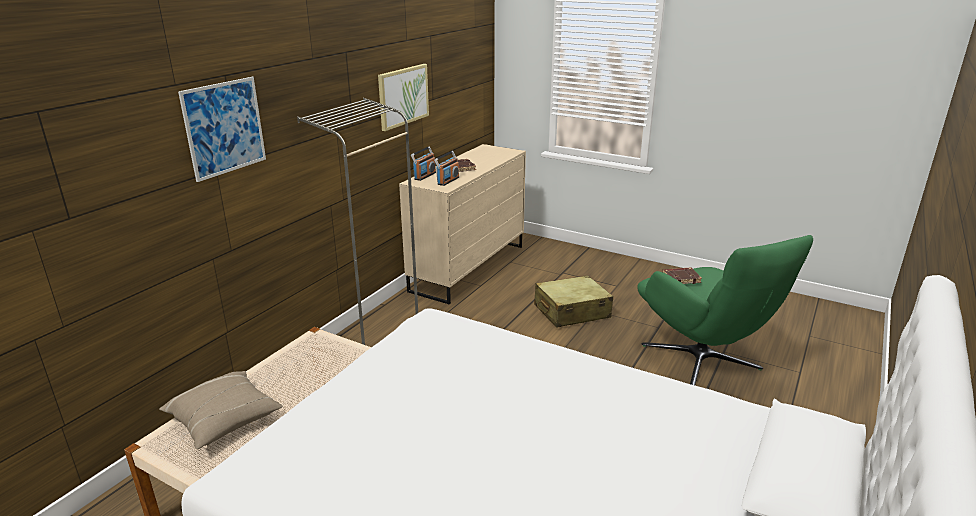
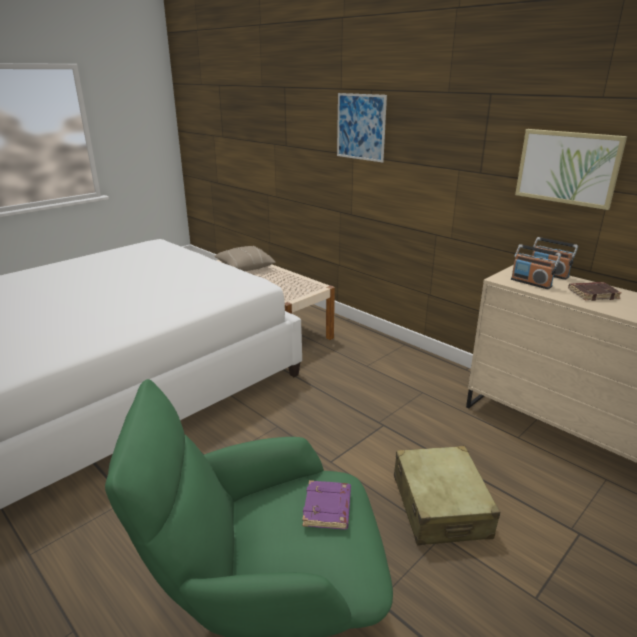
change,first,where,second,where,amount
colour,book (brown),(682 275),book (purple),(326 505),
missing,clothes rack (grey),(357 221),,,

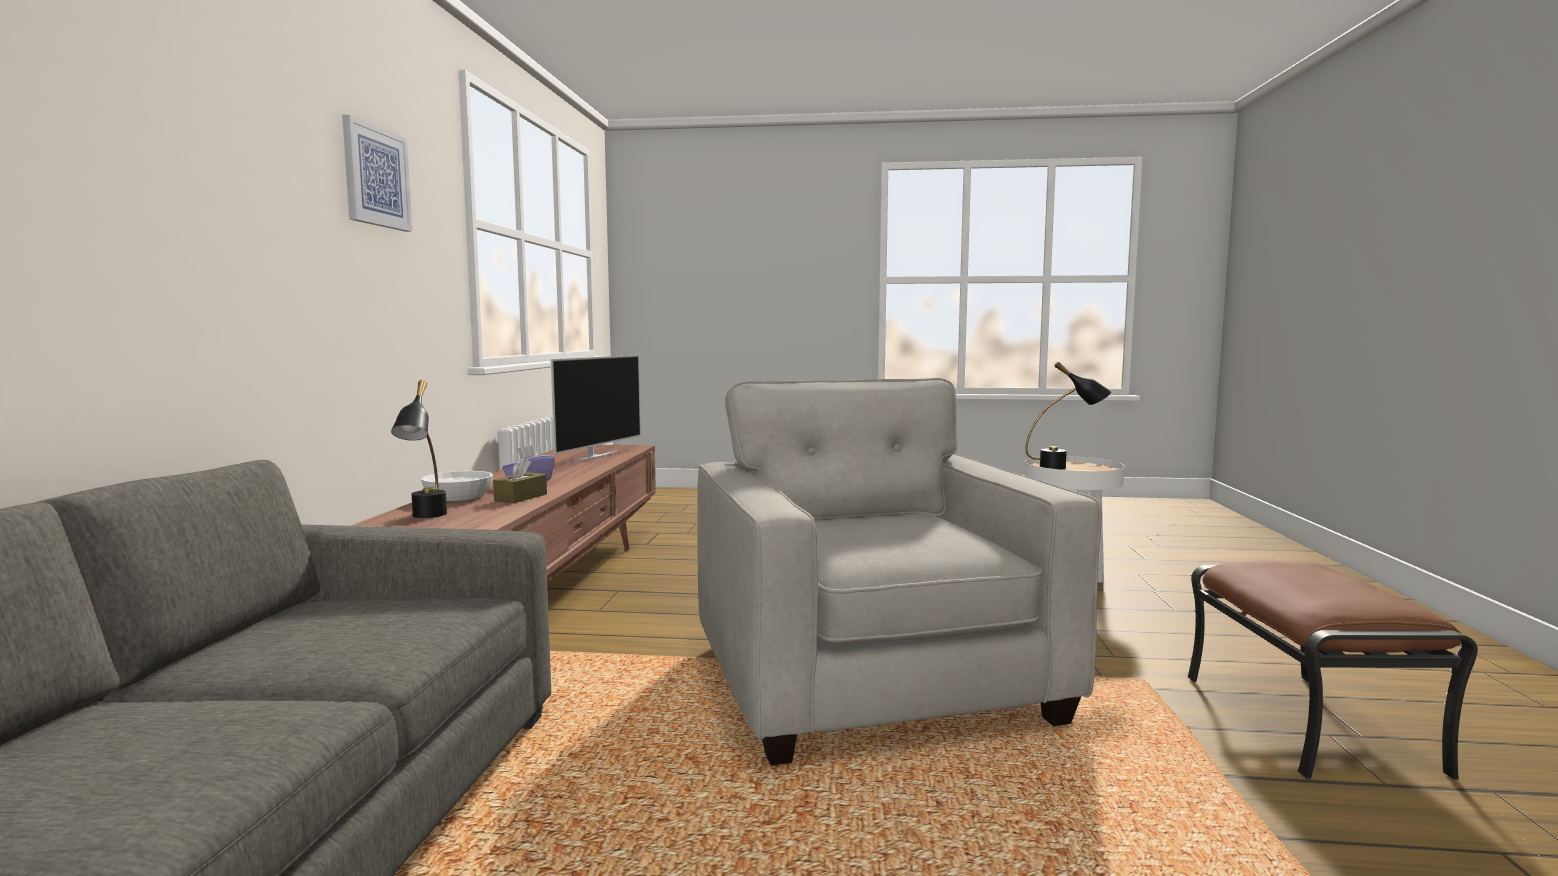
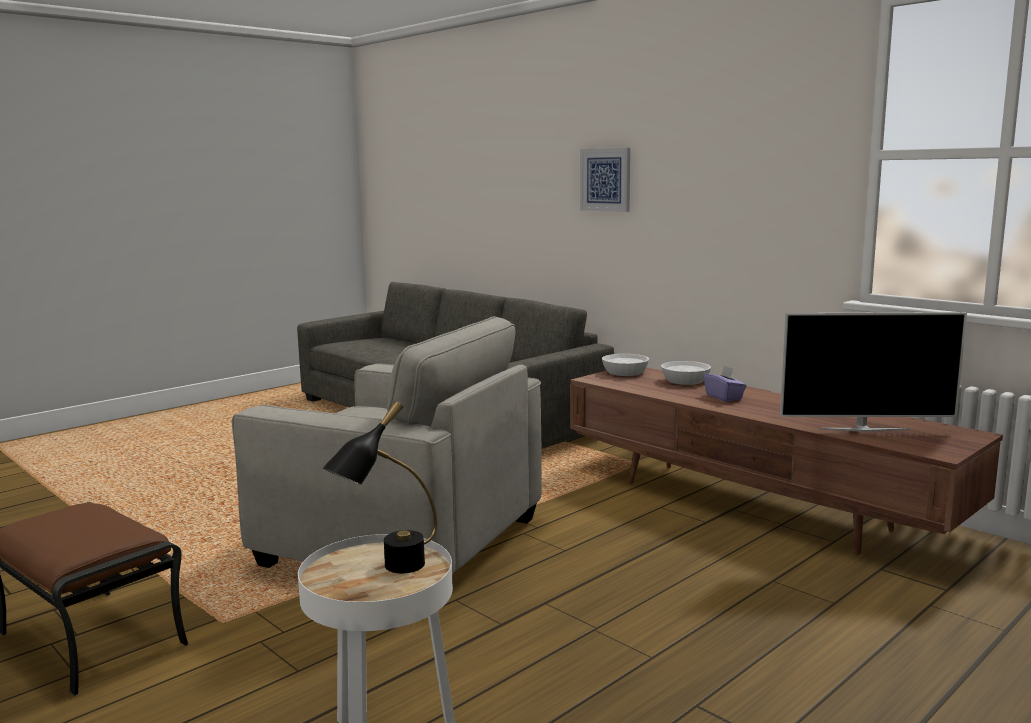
change,first,where,second,where,amount
relocated,picture,(377 173),,(605 180),
exchanged,table lamp (black),(419 449),bowl (white),(625 365),
spun,television,(596 408),,(873 372),60 degrees counterclockwise
missing,tissue box (brown),(520 480),,,

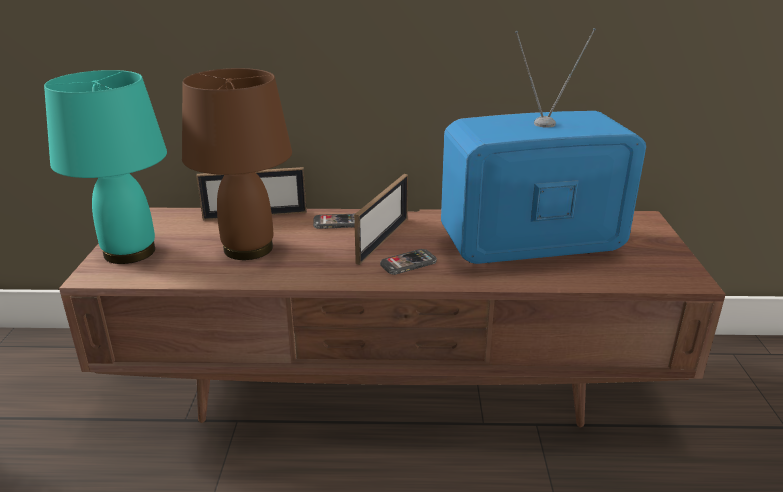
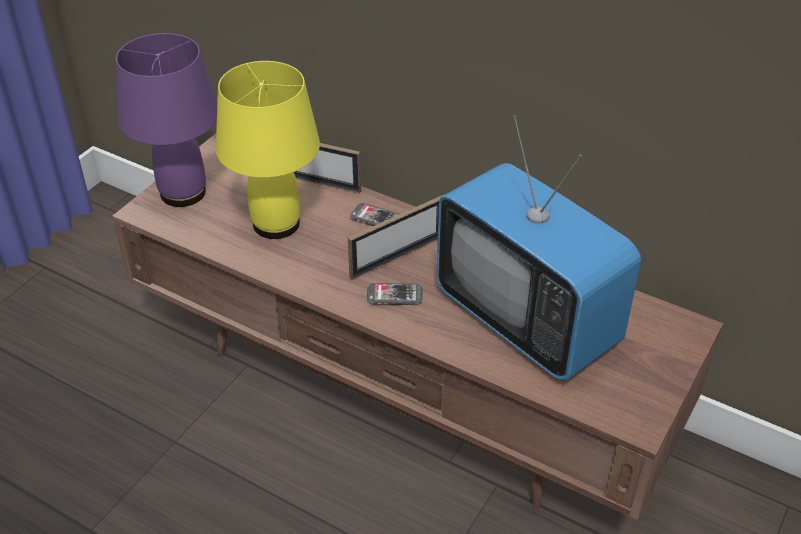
change,first,where,second,where,amount
colour,table lamp (turquoise),(105 167),table lamp (purple),(166 120),
colour,table lamp (brown),(237 164),table lamp (yellow),(268 150),
spun,television,(543 146),,(538 248),150 degrees counterclockwise

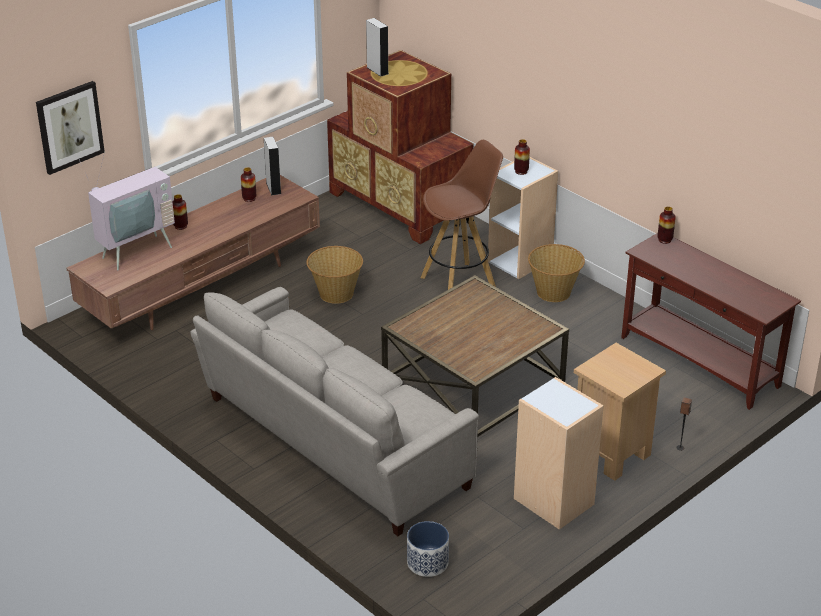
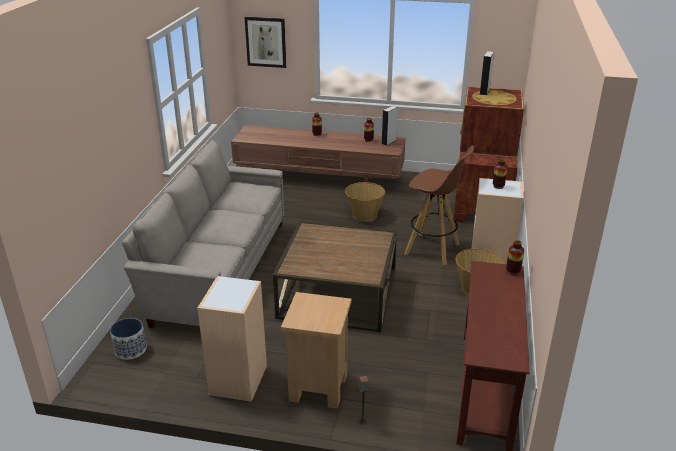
change,first,where,second,where,amount
missing,television,(127 210),,,

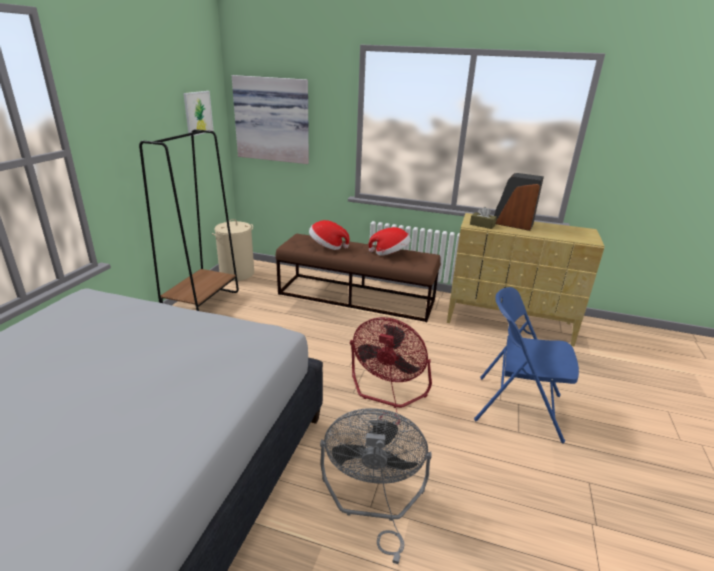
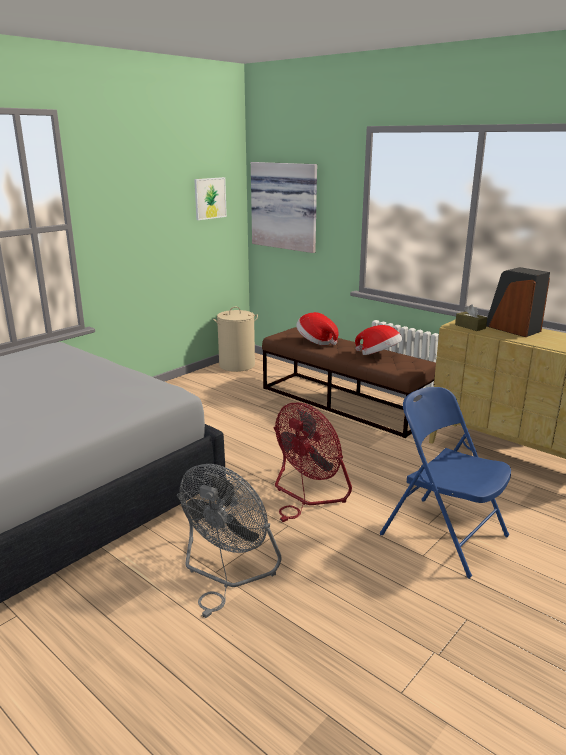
change,first,where,second,where,amount
missing,clothes rack,(189 220),,,

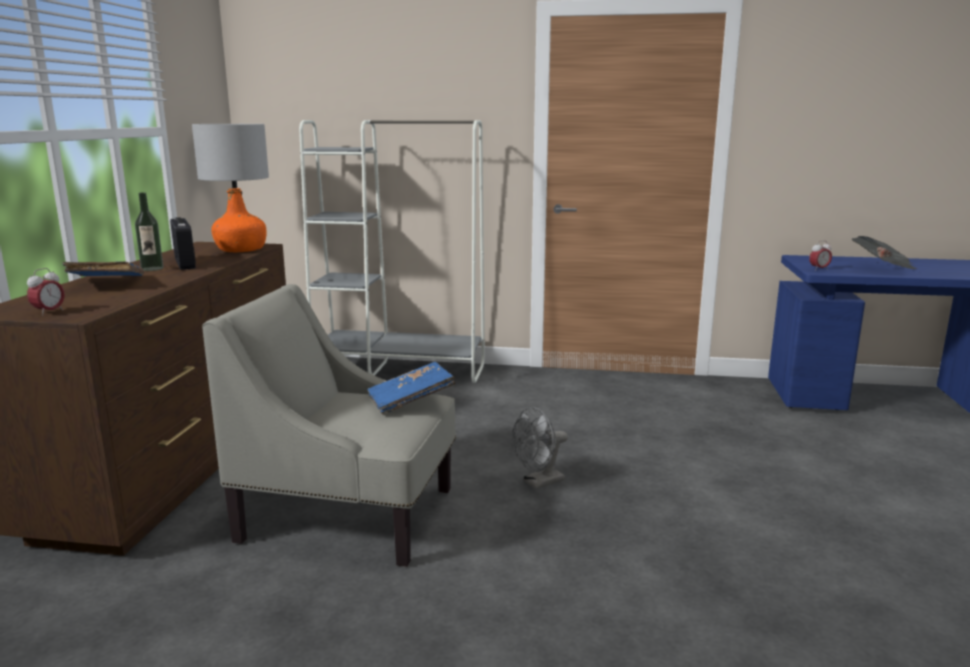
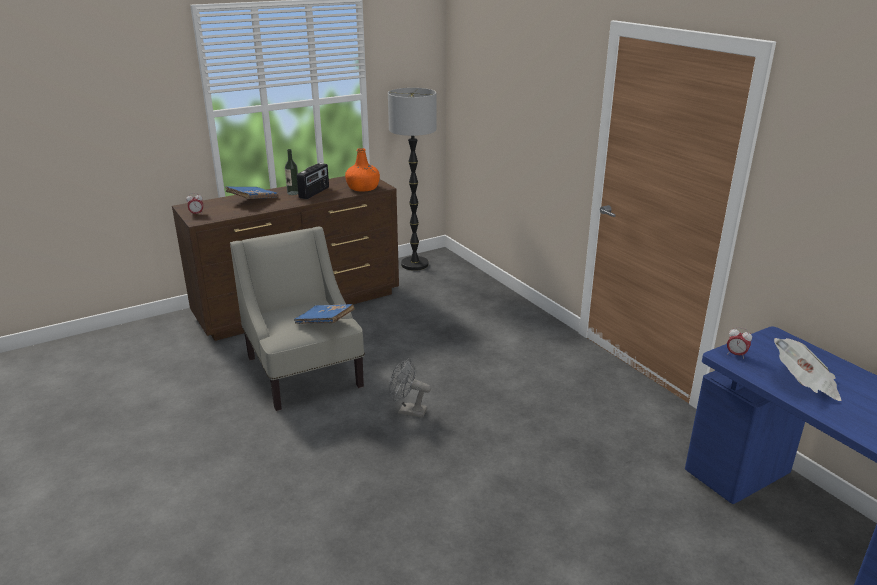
change,first,where,second,where,amount
missing,clothes rack (grey),(392 251),,,

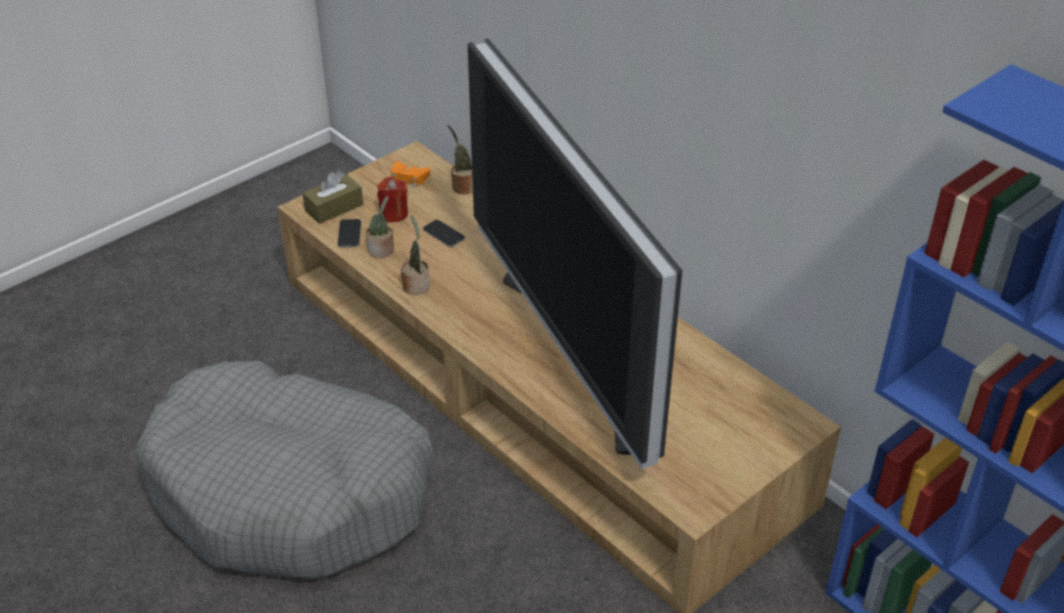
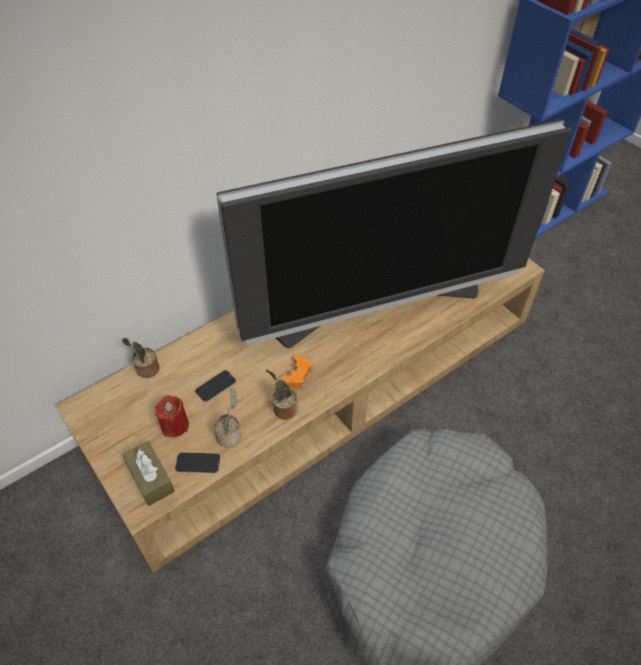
change,first,where,second,where,amount
relocated,game controller (orange),(411 174),,(297 372),

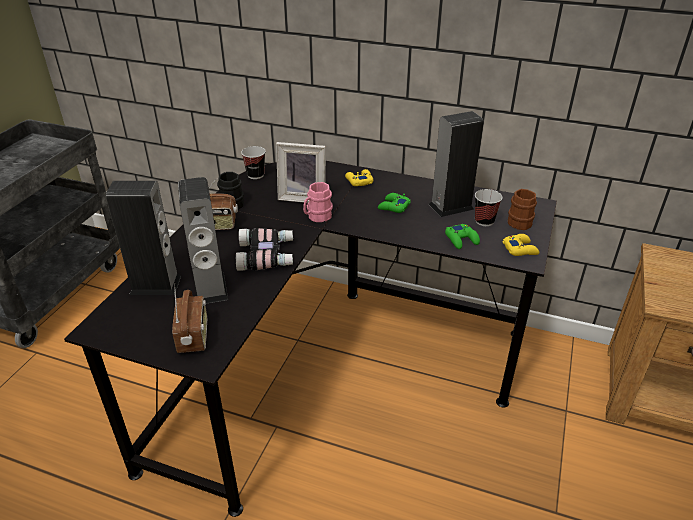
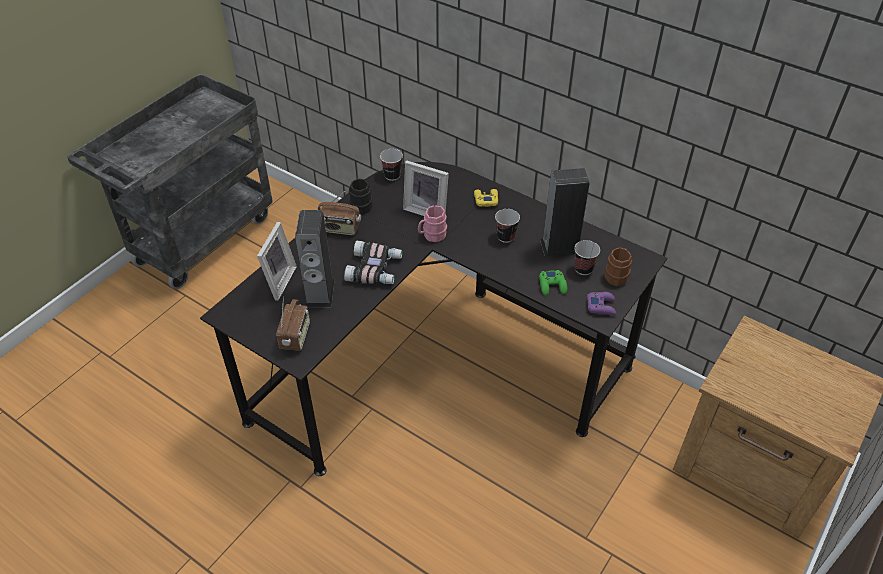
change,first,where,second,where,amount
exchanged,speaker,(143 238),picture frame,(277 261),
exchanged,game controller (green),(394 203),cup,(507 226),
colour,game controller (yellow),(520 245),game controller (purple),(601 303),

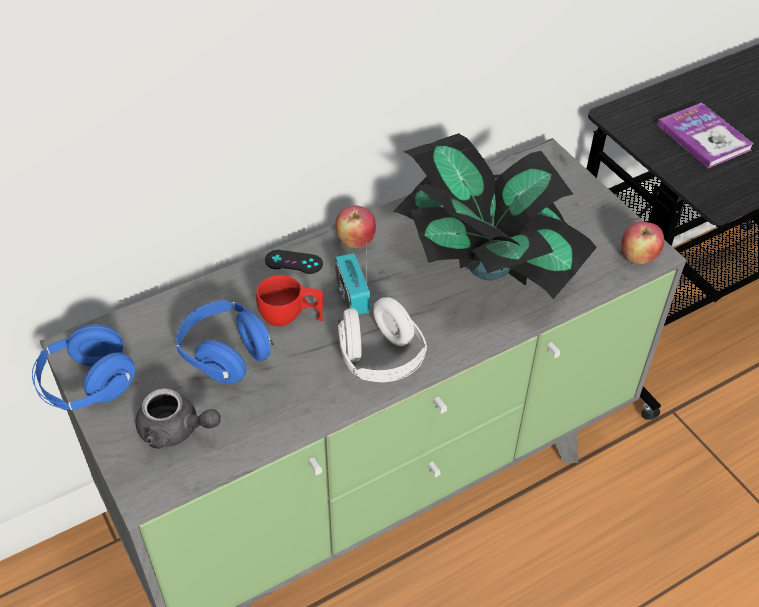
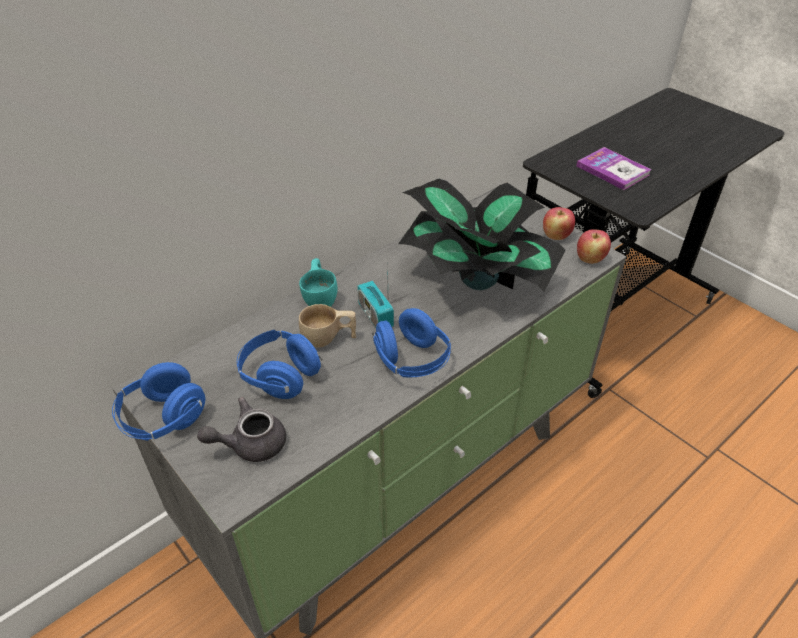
change,first,where,second,where,amount
spun,teapot (grey),(178 418),,(241 429),150 degrees clockwise
exchanged,game controller (black),(294 262),cup (turquoise),(318 282),
colour,cup (red),(289 300),cup (beige),(327 326),
colour,headphones (white),(382 339),headphones (blue),(411 342),
relocated,apple,(355 227),,(559 223),

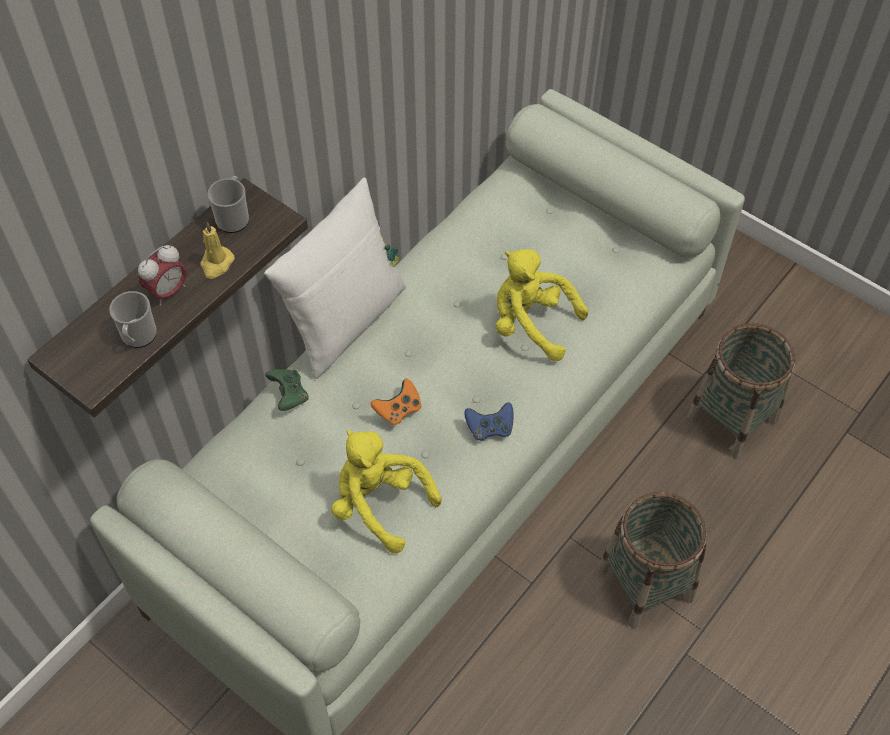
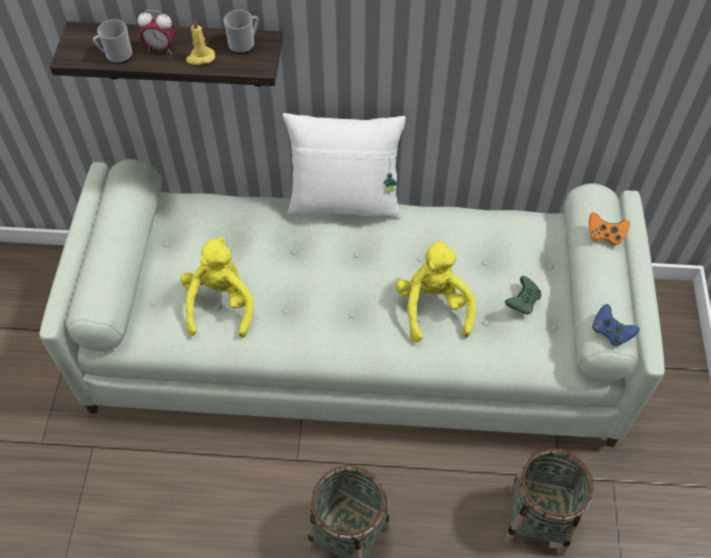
change,first,where,second,where,amount
relocated,game controller (green),(287 390),,(523 295),
relocated,game controller (orange),(396 402),,(609 228),
relocated,game controller (blue),(489 421),,(616 325),

